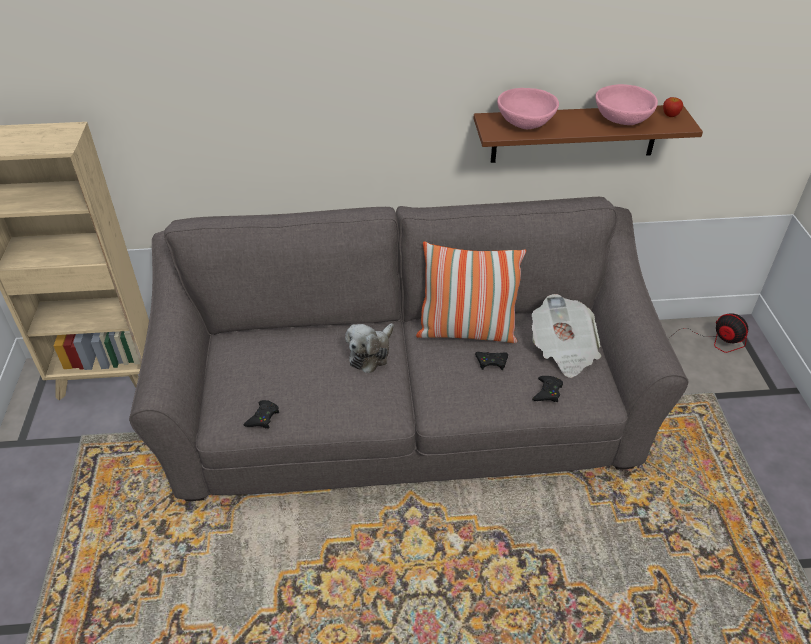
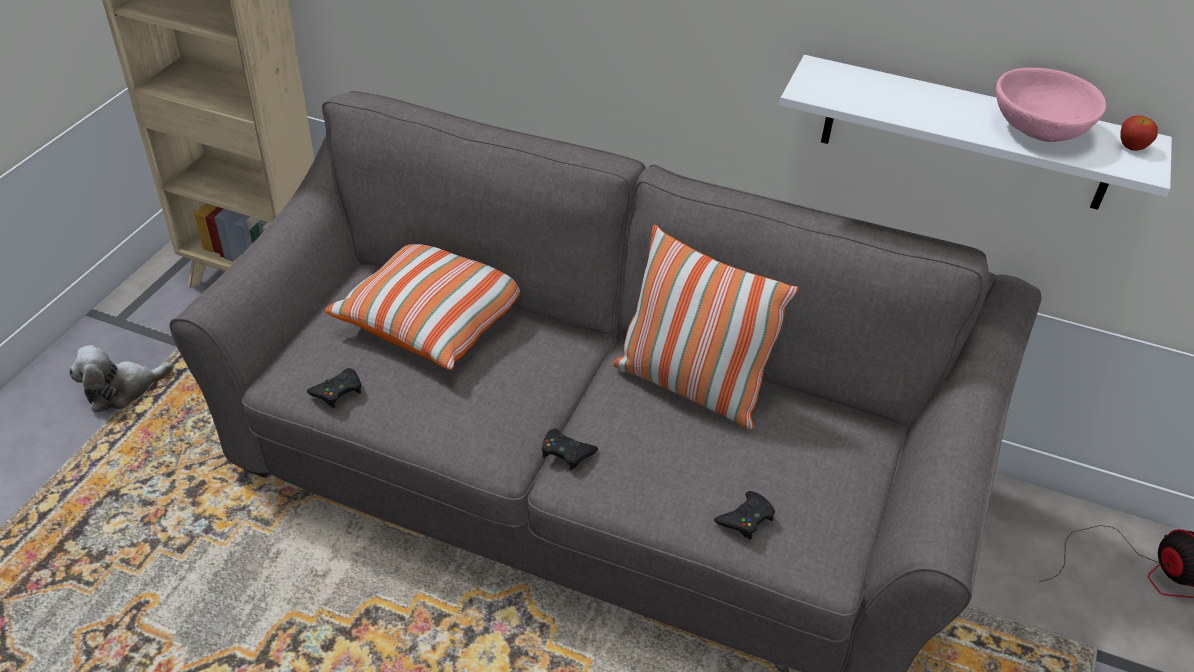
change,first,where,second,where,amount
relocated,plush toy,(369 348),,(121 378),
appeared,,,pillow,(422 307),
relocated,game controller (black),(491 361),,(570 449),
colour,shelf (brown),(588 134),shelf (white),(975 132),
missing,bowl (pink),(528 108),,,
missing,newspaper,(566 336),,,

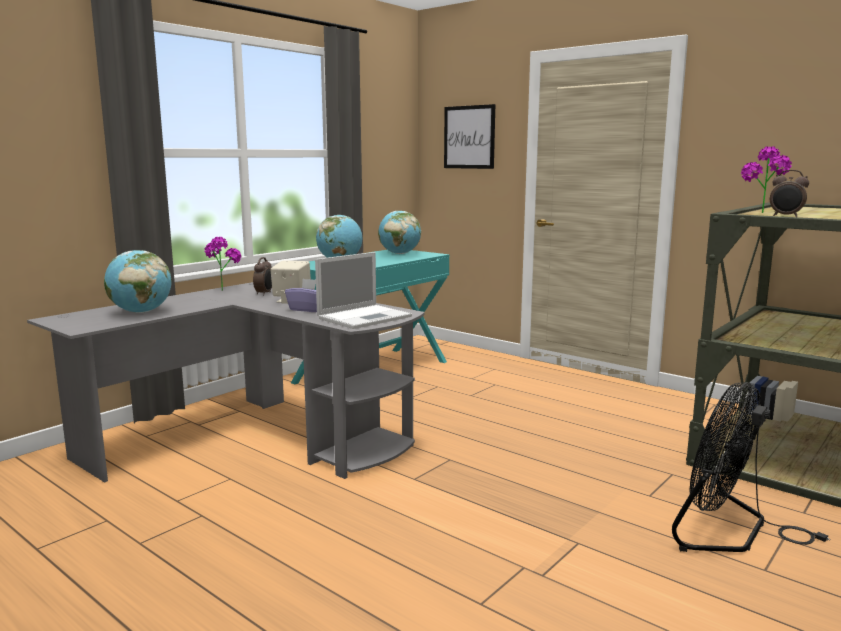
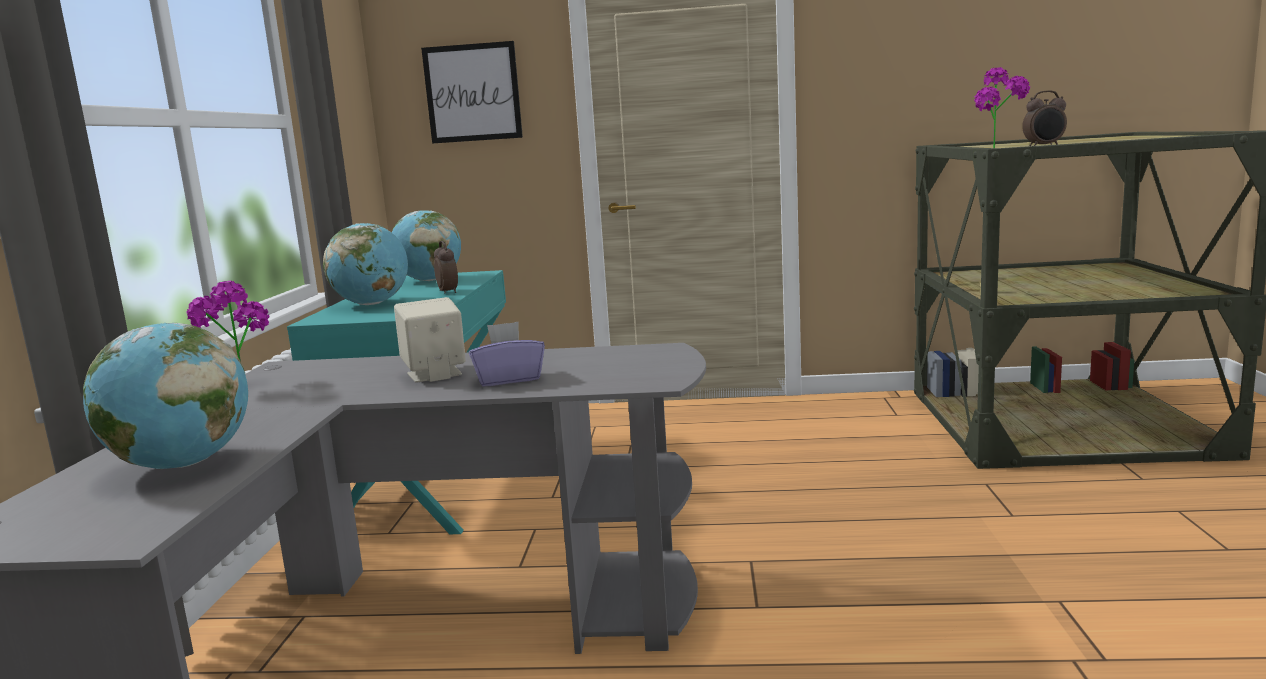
change,first,where,second,where,amount
relocated,alarm clock,(262 276),,(446 267),
missing,laptop,(363 290),,,
missing,fan (black),(751 467),,,

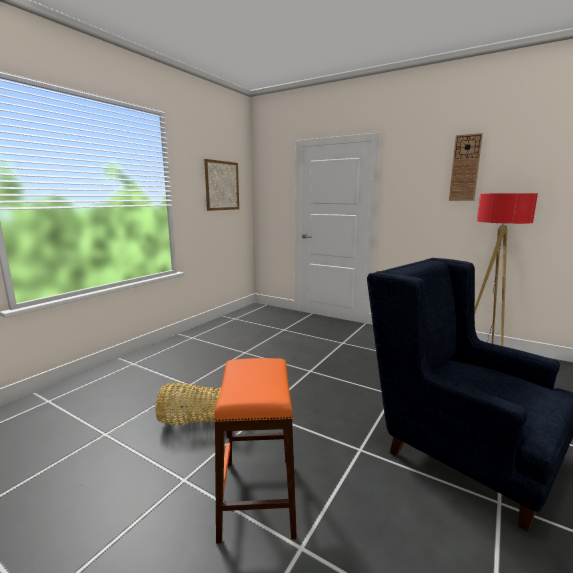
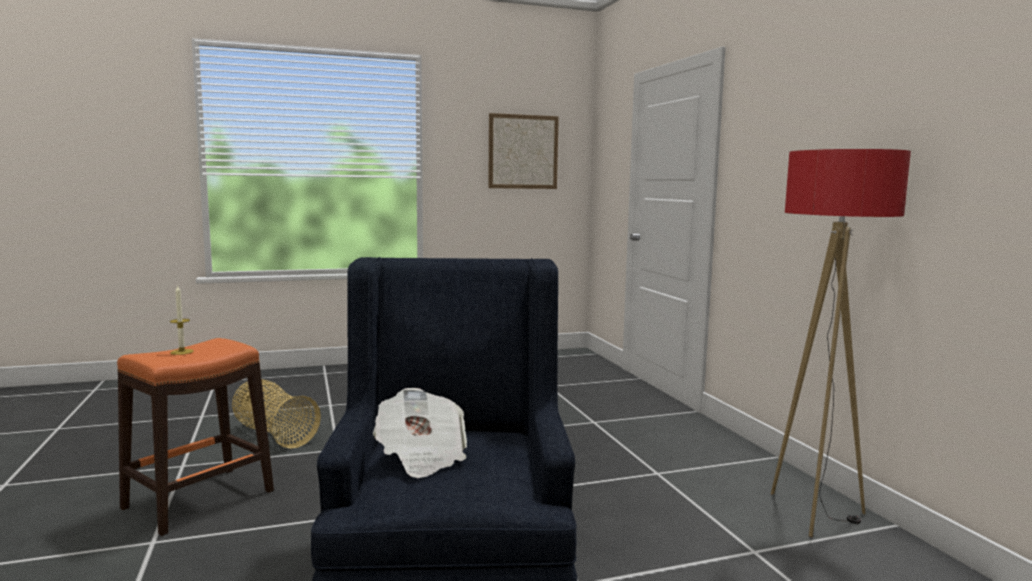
change,first,where,second,where,amount
appeared,,,candle,(182 320),
appeared,,,newspaper,(420 433),
missing,wall clock,(466 167),,,

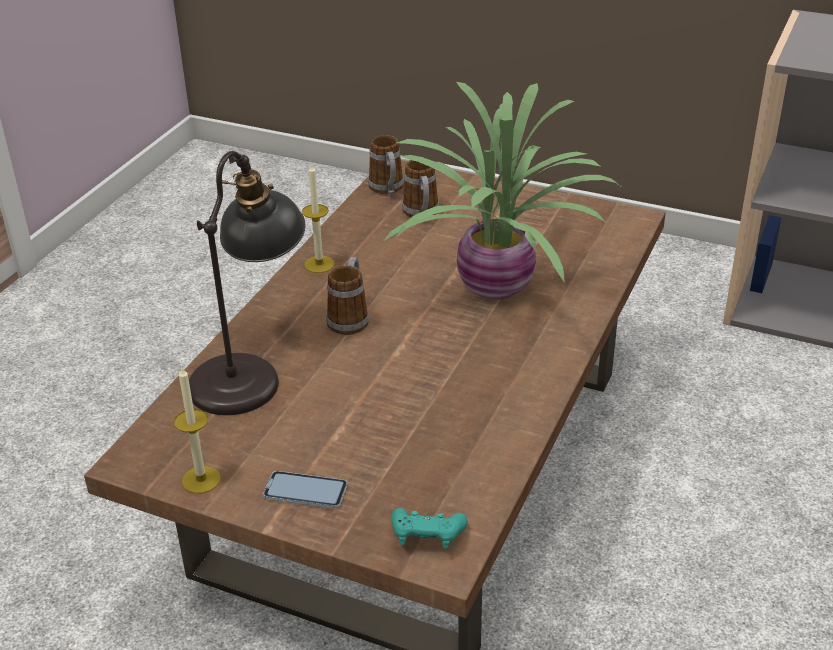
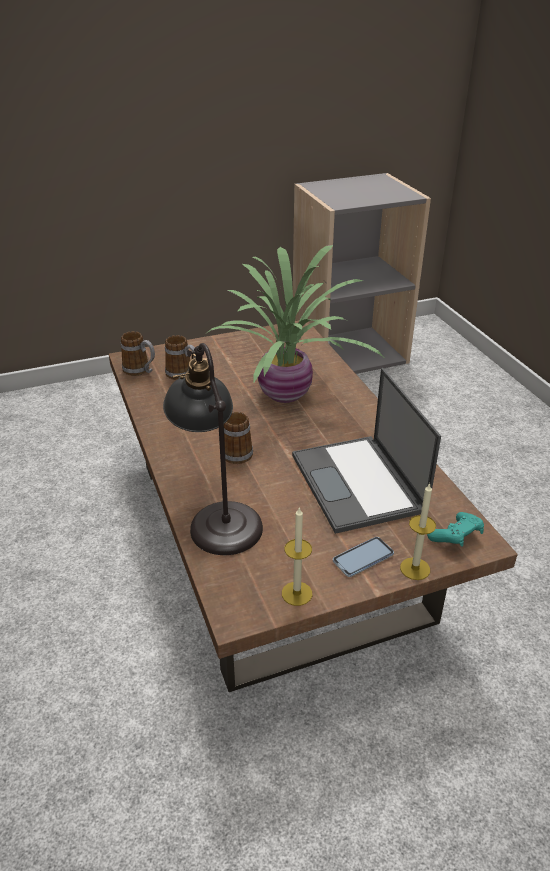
change,first,where,second,where,amount
appeared,,,laptop,(366 451),
relocated,candle,(318 218),,(418 531),

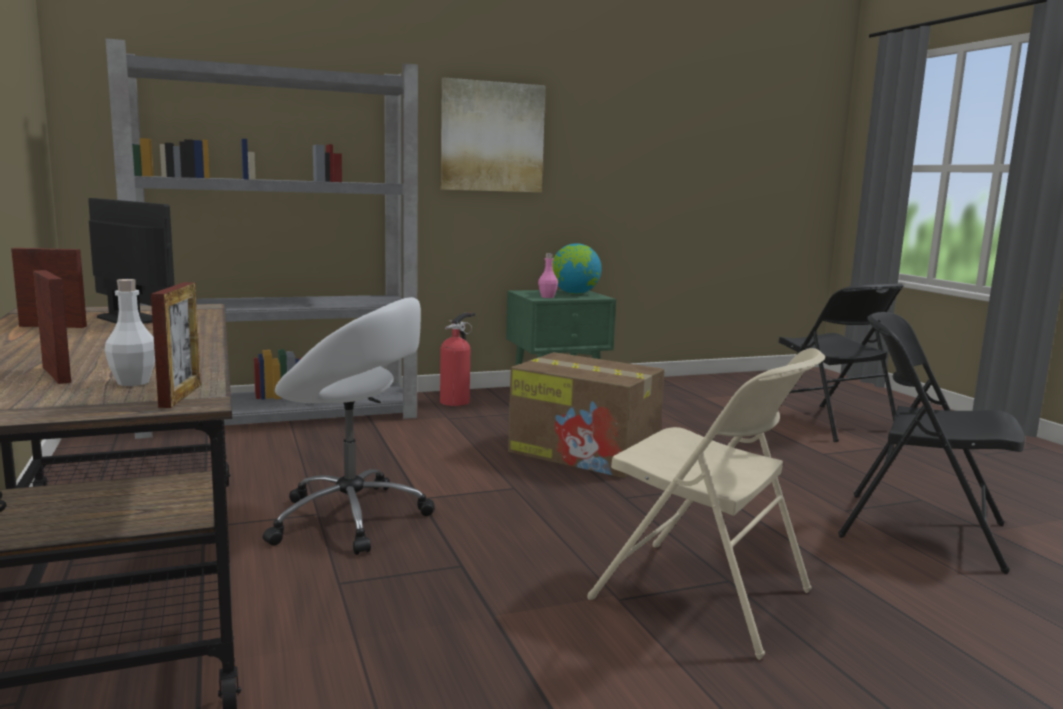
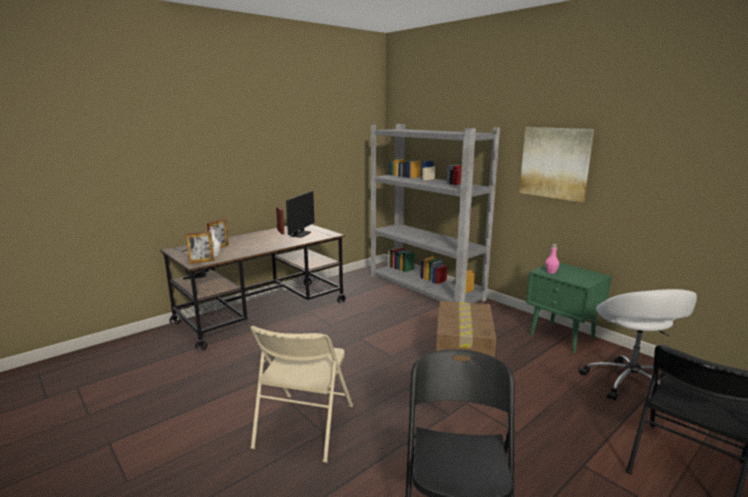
change,first,where,second,where,amount
relocated,office chair (white),(349 426),,(638 344),
missing,fire extinguisher,(457 359),,,
missing,globe,(576 268),,,

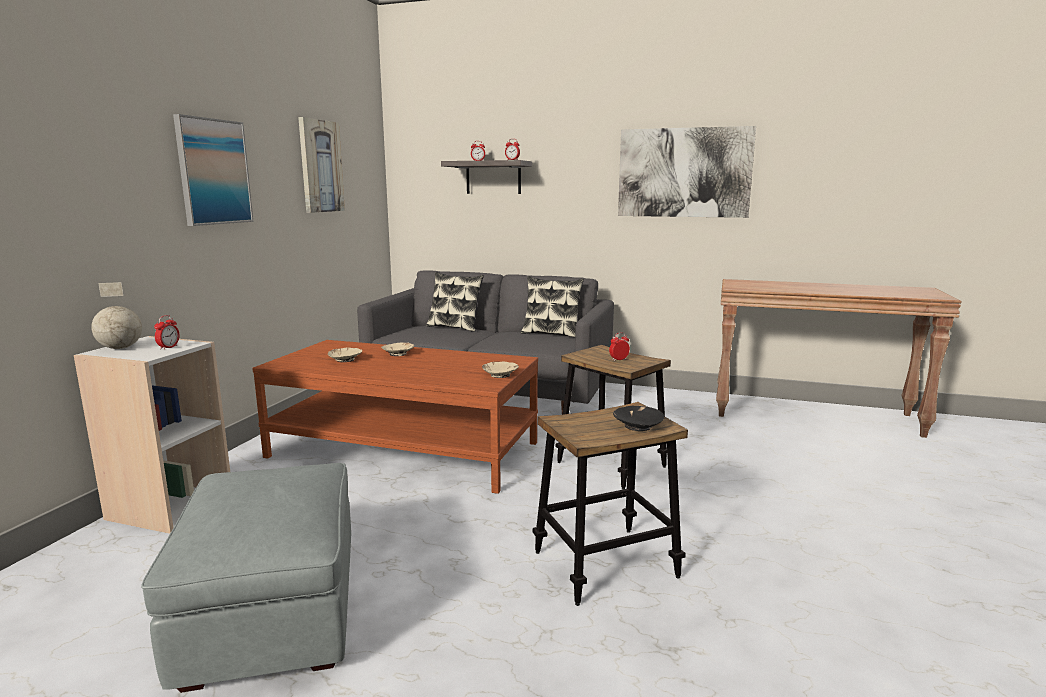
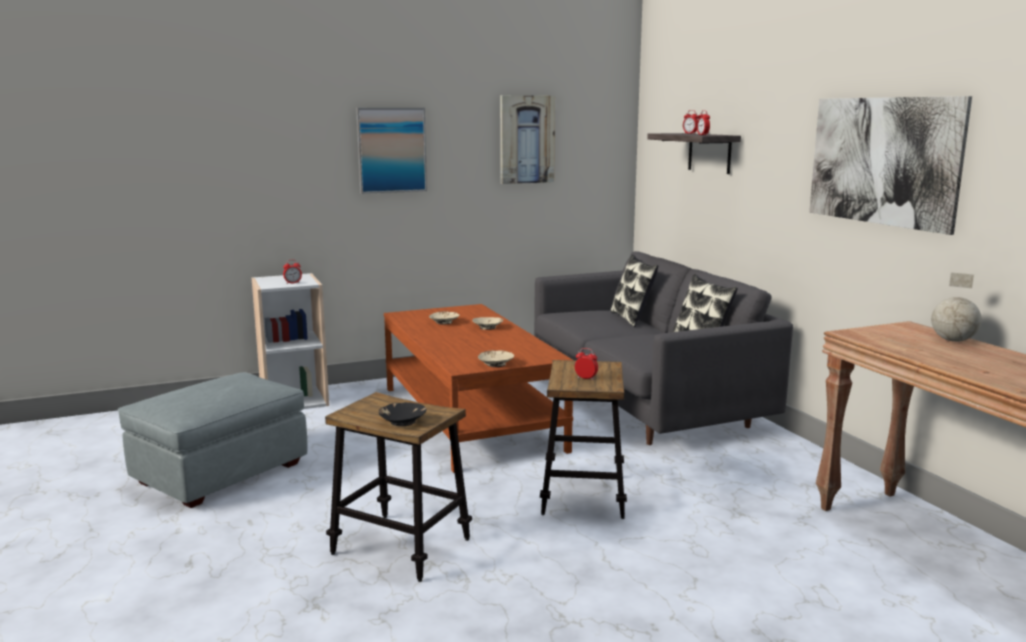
change,first,where,second,where,amount
relocated,globe,(116 315),,(956 307),

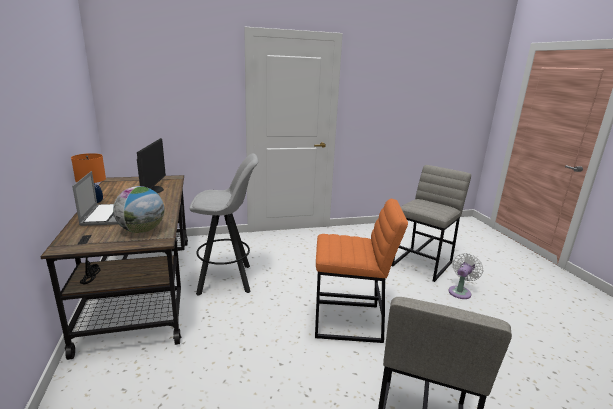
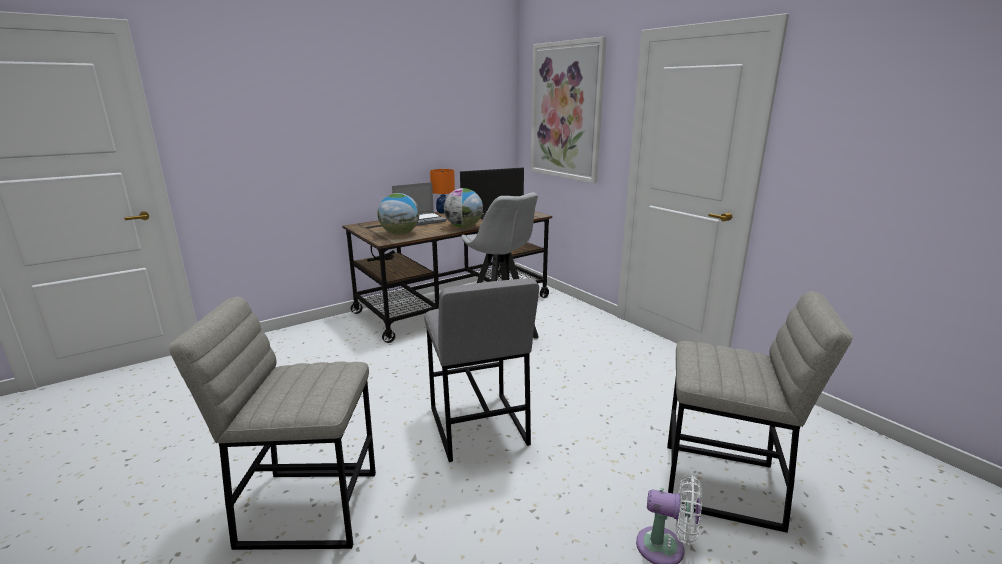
change,first,where,second,where,amount
colour,chair (orange),(361 271),chair (grey),(481 370),
appeared,,,globe,(463 208),
appeared,,,picture,(568 110),

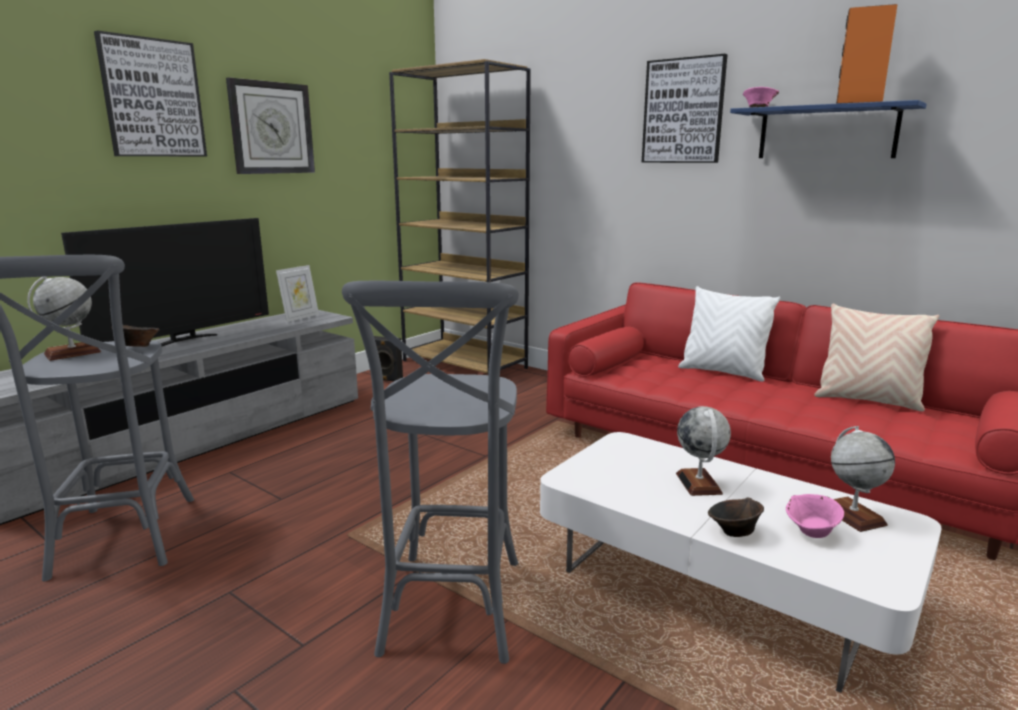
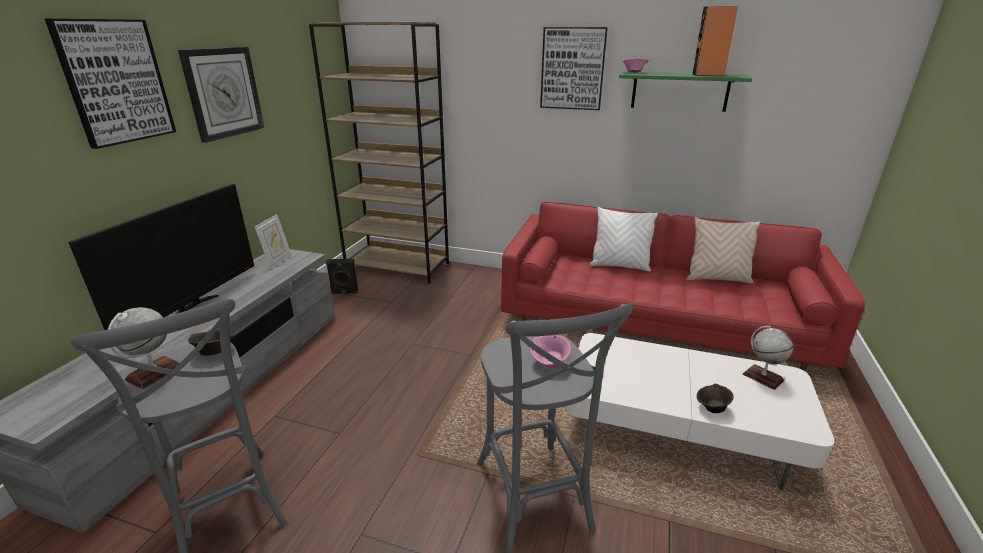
change,first,where,second,where,amount
relocated,bowl (pink),(815 516),,(550 351),
colour,shelf (blue),(828 129),shelf (green),(685 92),
missing,globe,(703 451),,,

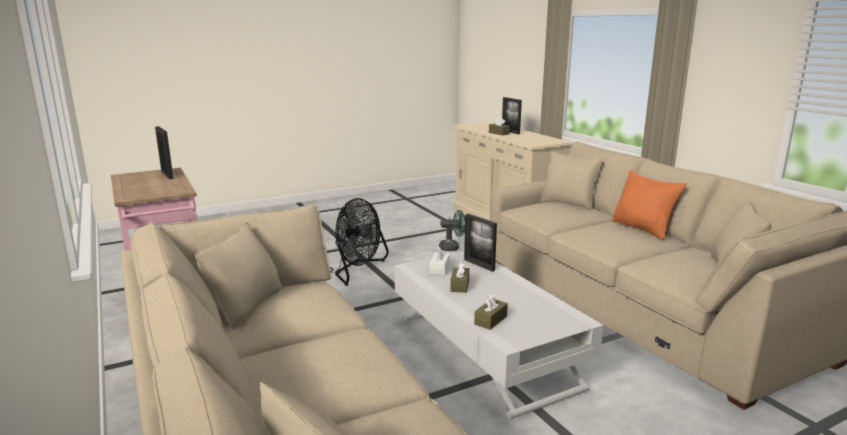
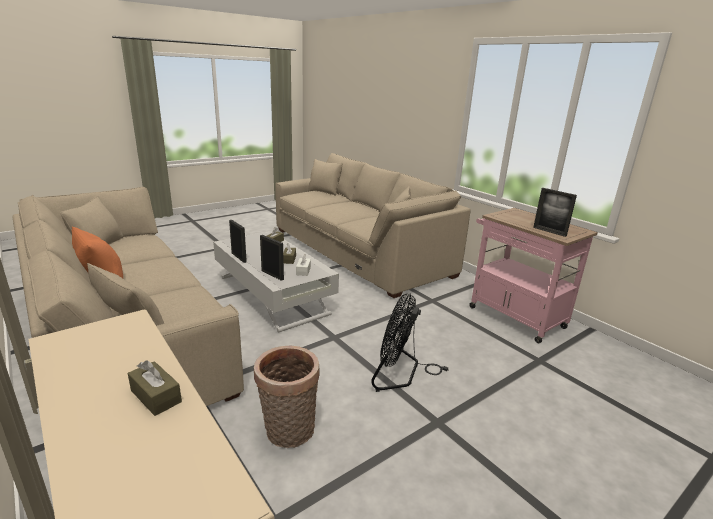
change,first,where,second,where,amount
relocated,picture frame,(512 115),,(238 241),
exchanged,fan (green),(452 230),basket,(287 396),

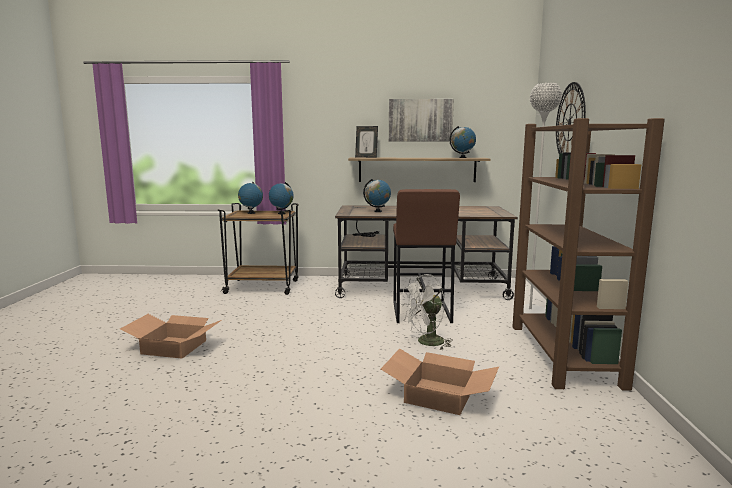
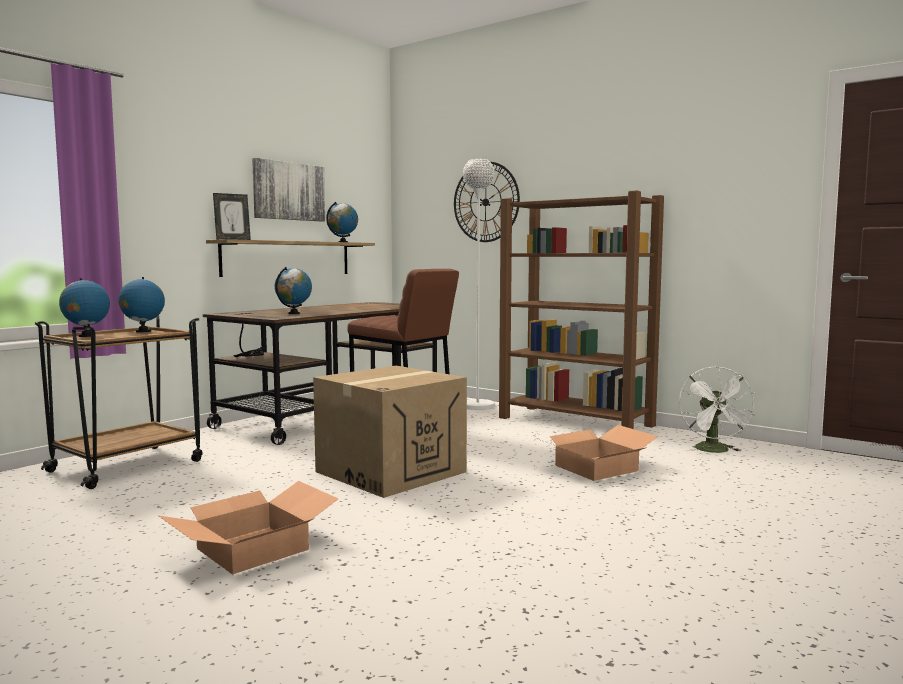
change,first,where,second,where,amount
appeared,,,cardboard box,(390 432),
relocated,fan (white),(426 312),,(717 409),

